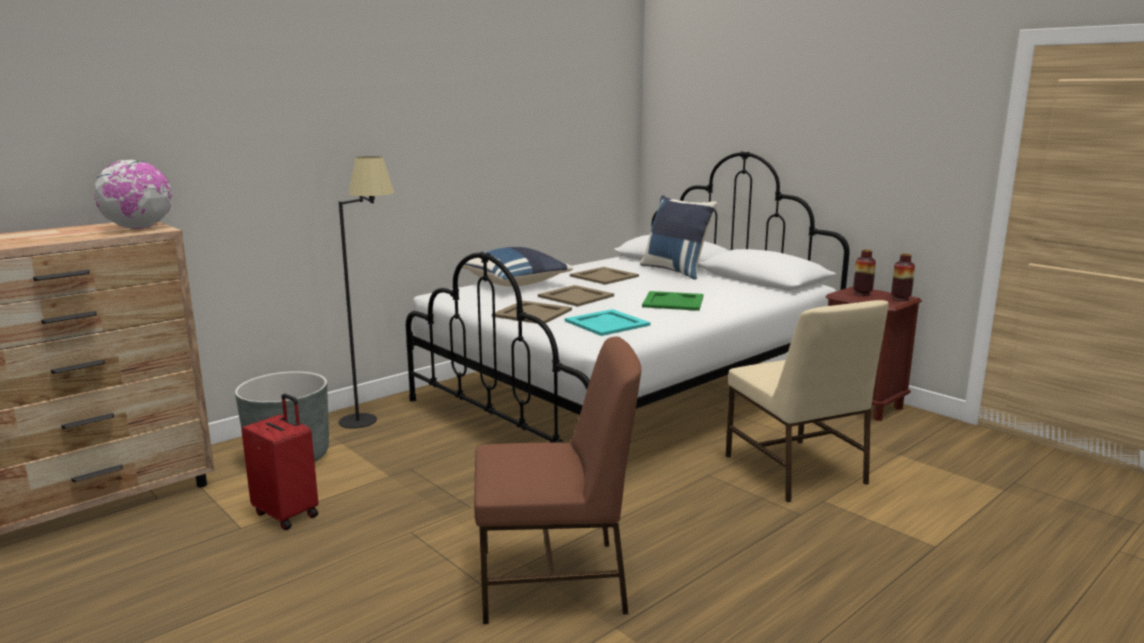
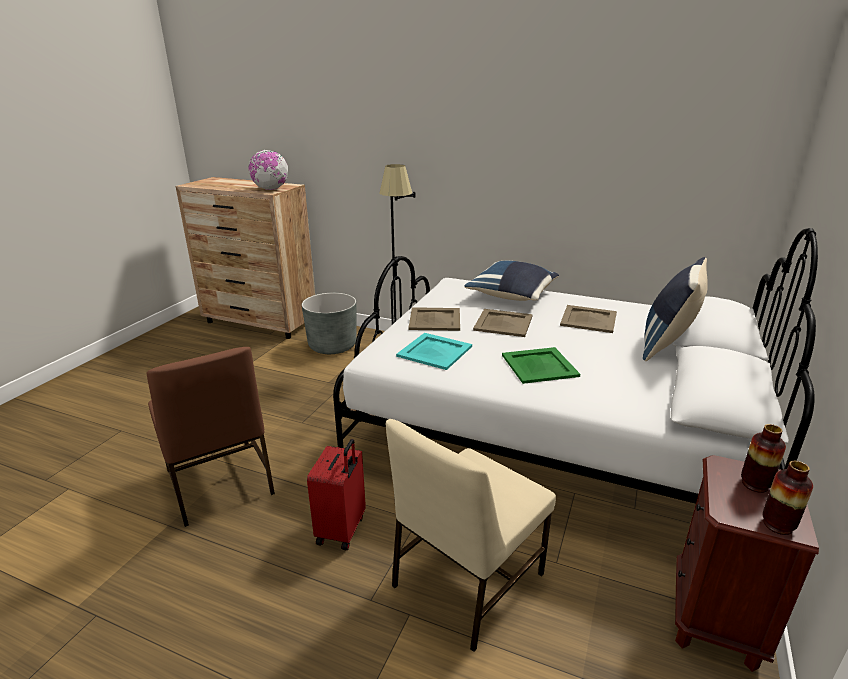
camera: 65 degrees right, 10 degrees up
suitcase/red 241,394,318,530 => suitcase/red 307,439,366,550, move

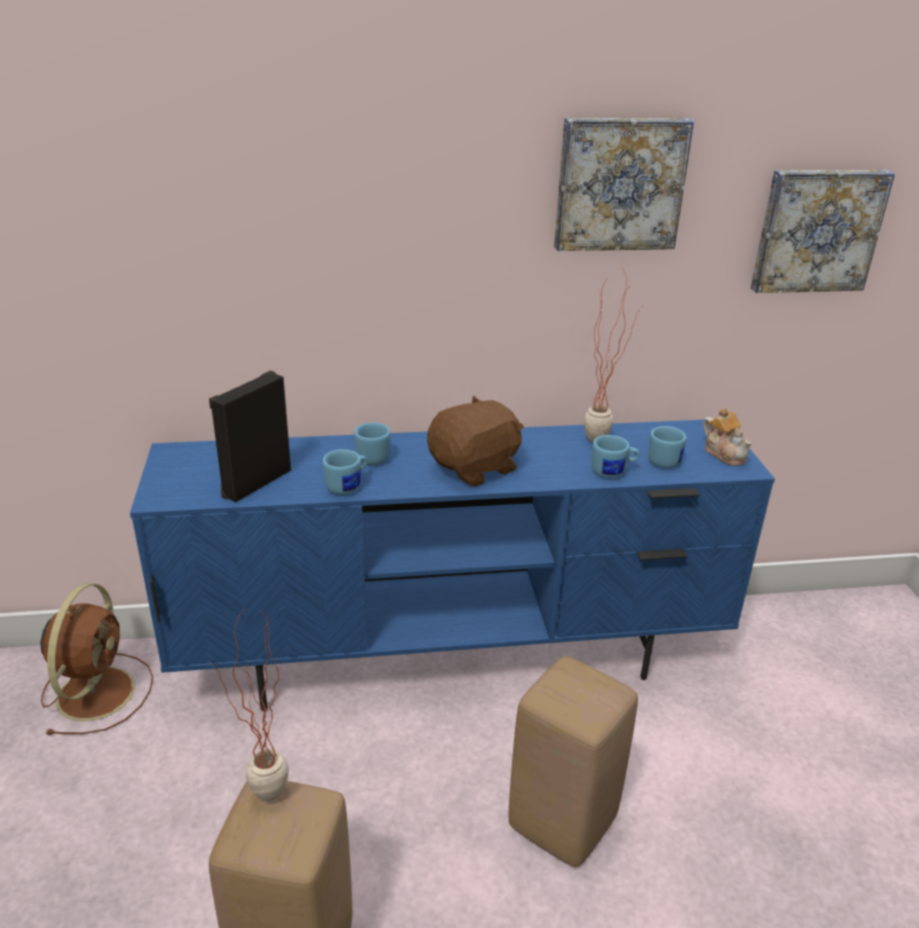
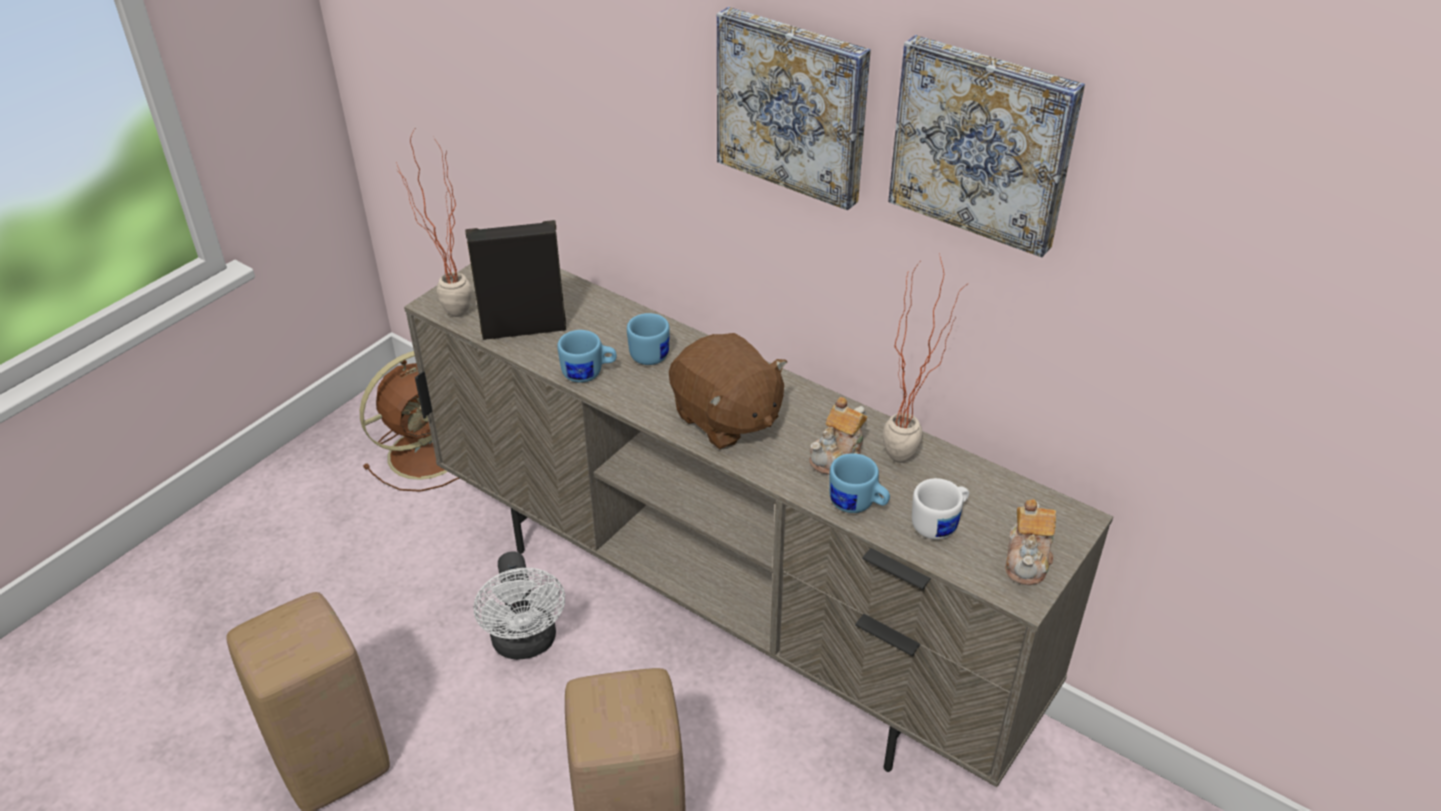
camera: 45 degrees right, 10 degrees up
wall picture 751,170,895,293 => wall picture 717,7,871,210, move
soft toy/brownish 427,396,524,487 => soft toy/brownish 669,333,787,450, 45 degrees clockwise
media console/blue-coloured 130,420,775,712 => media console/beige 404,264,1113,787
coffee mug/blue-coloured 648,426,687,468 => coffee mug/white 912,478,969,540
plant in a pot 209,610,289,802 => plant in a pot 395,129,472,317, move
nothing => pot for tea 809,397,867,475
nothing => cooling fan/white 474,551,565,660

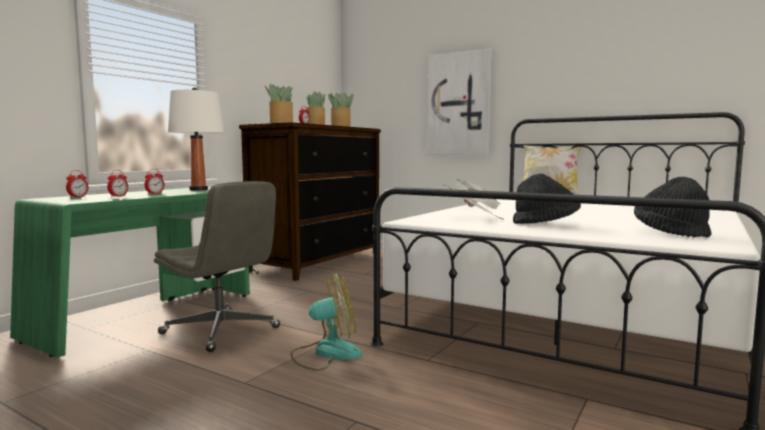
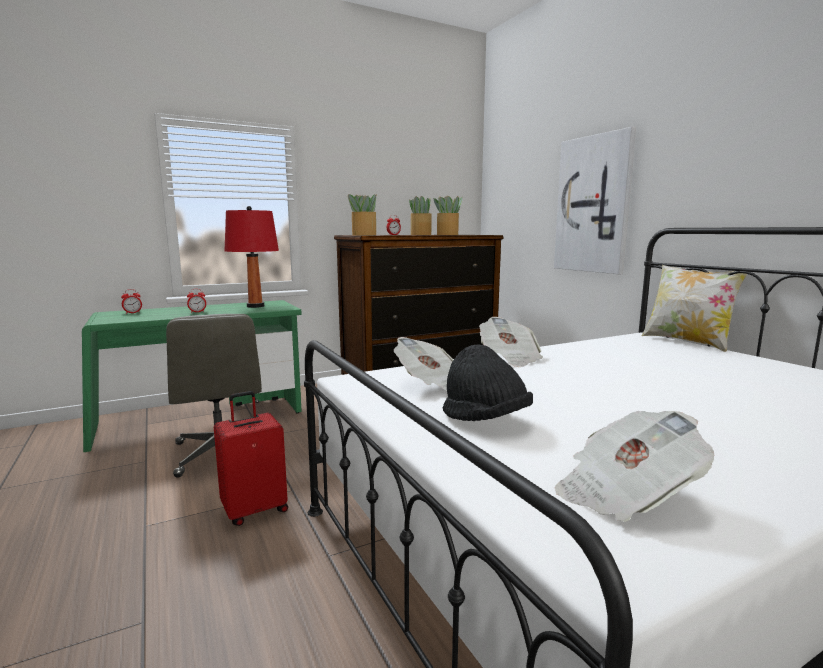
camera: 30 degrees right, 5 degrees up
tabletop lamp/white 168,87,224,191 => tabletop lamp/red 224,206,279,308
table clock 107,170,128,197 => nothing
wearable hat/blackish 634,177,712,238 => newspaper 555,411,714,522
cooling fan 291,272,362,371 => suitcase/red 214,391,288,526

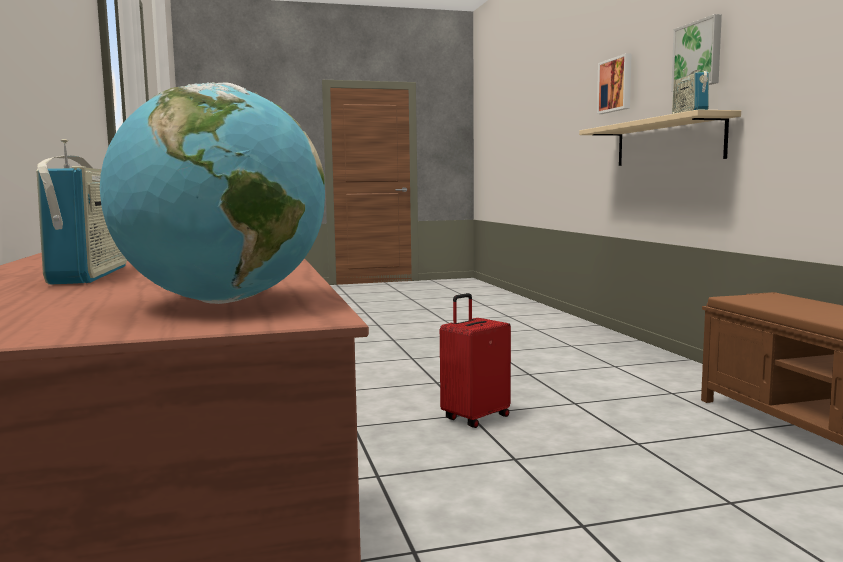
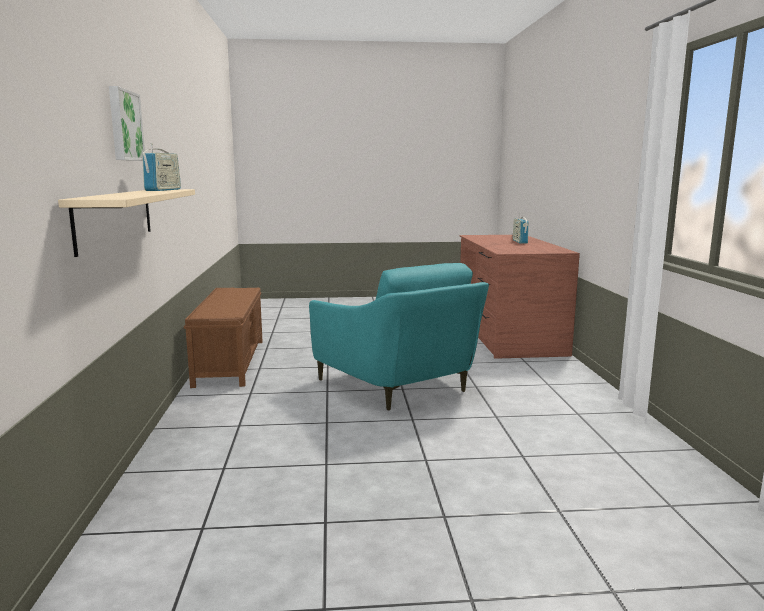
camera: 170 degrees left, 5 degrees up
wall picture 597,53,632,114 => nothing
desk globe 100,82,325,304 => nothing
suitcase/red 440,293,511,428 => armchair/blue-green 309,263,489,411

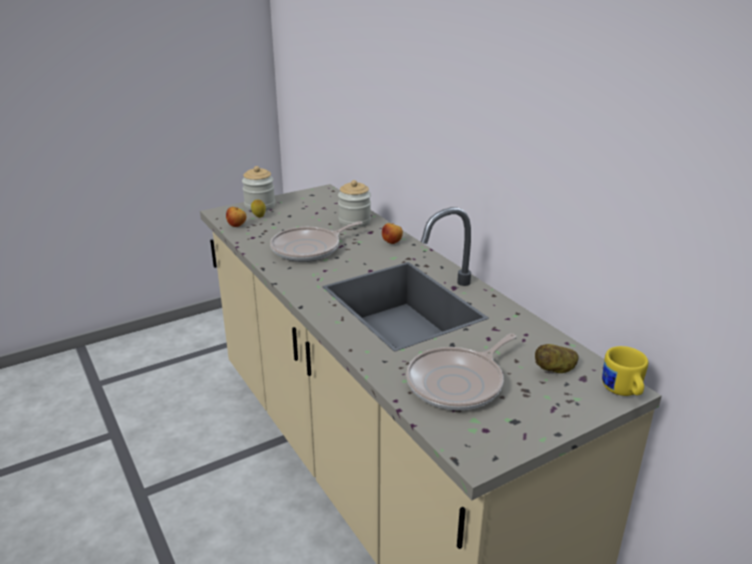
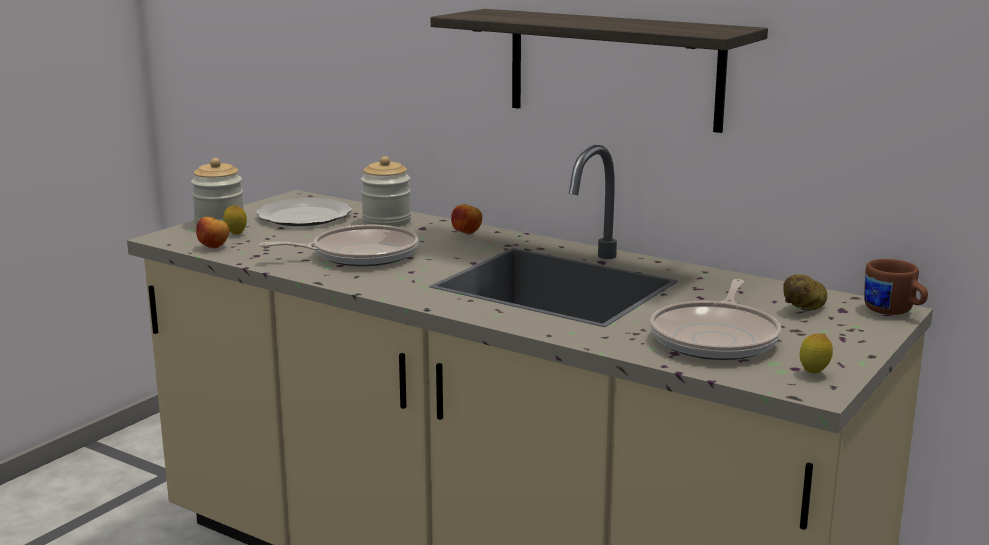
camera: 25 degrees left, 10 degrees down
pan 270,221,362,262 => pan 259,225,419,266, 135 degrees counterclockwise
coffee mug/yellow 602,346,648,396 => coffee mug/brownish 864,259,928,315
nothing => wall shelf 431,9,768,133
nothing => dinner plate 256,198,352,226
nothing => citrus fruit 800,333,833,374

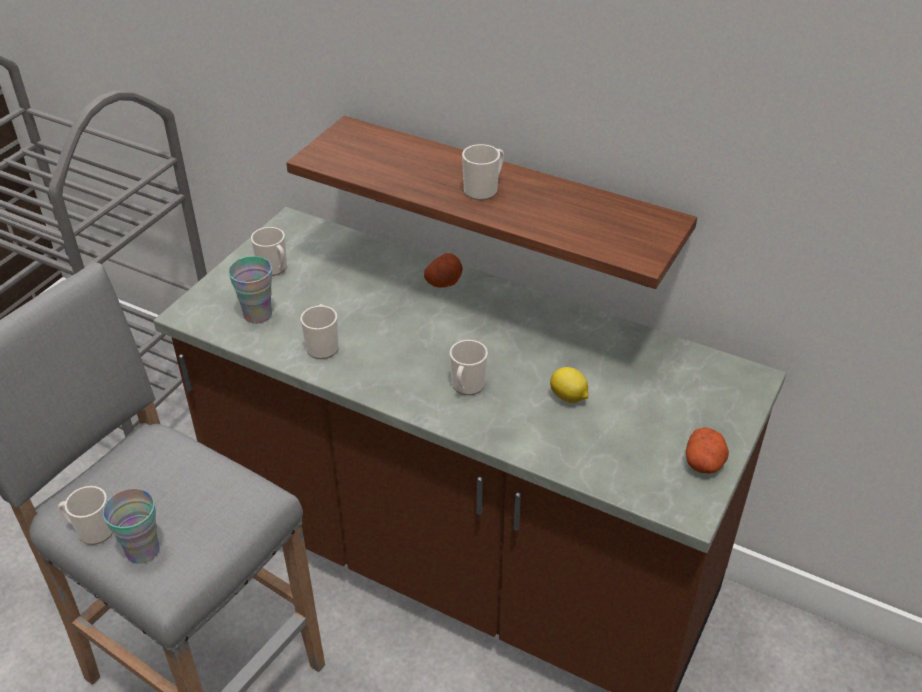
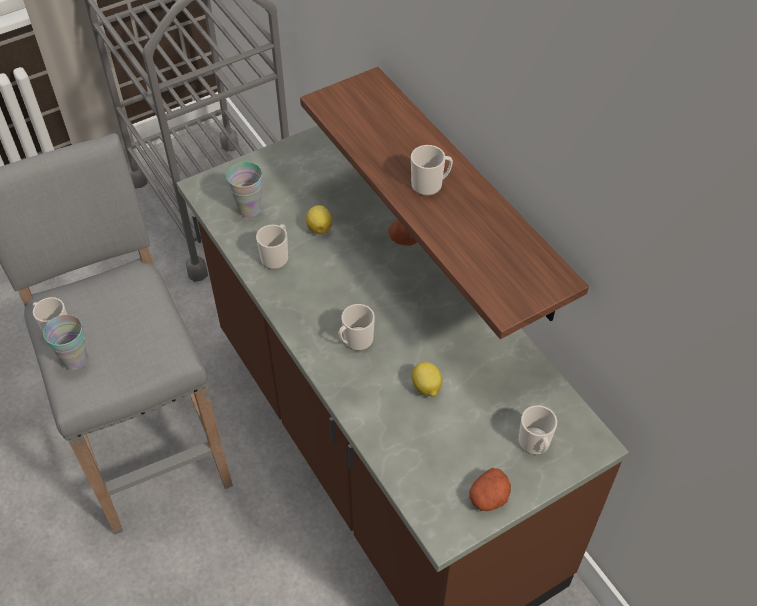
camera: 30 degrees right, 10 degrees up
coffee mug 251,227,287,276 => coffee mug 518,405,557,455, move
nothing => citrus fruit 306,205,332,234

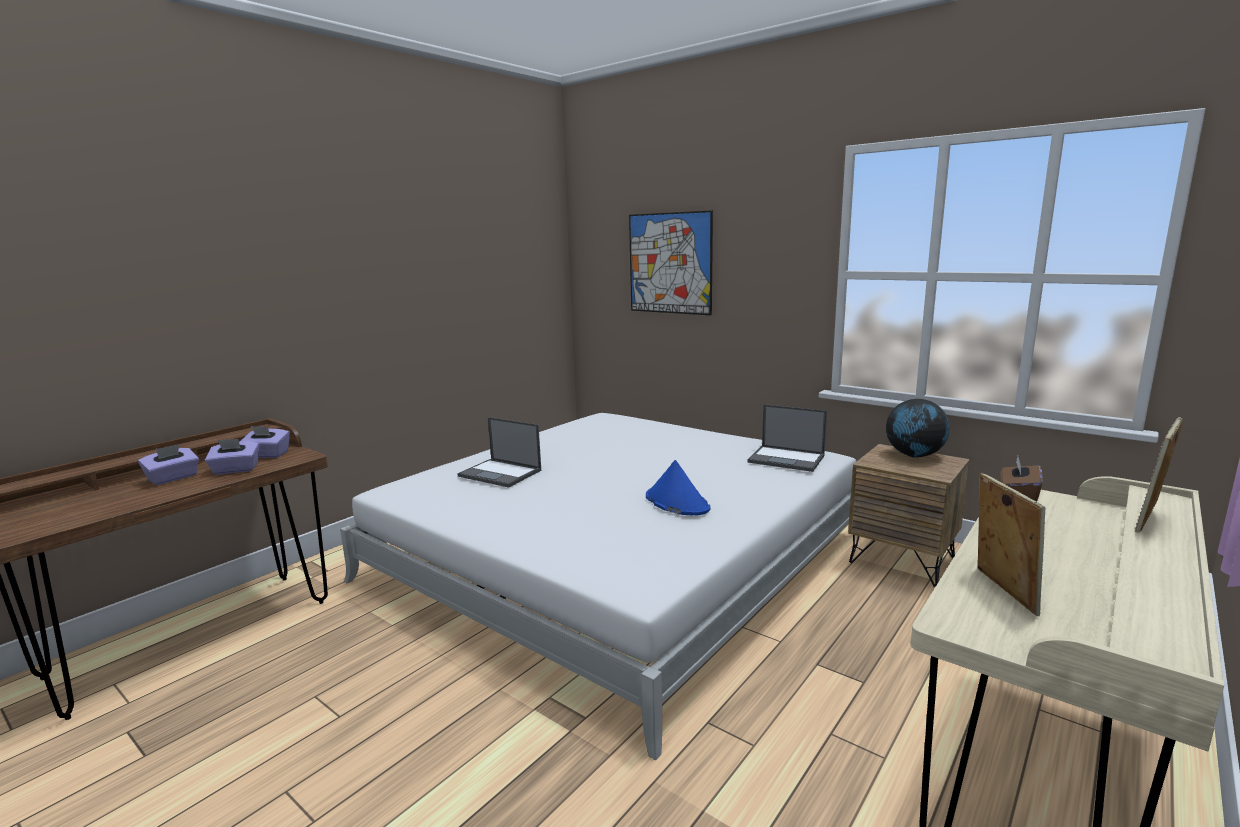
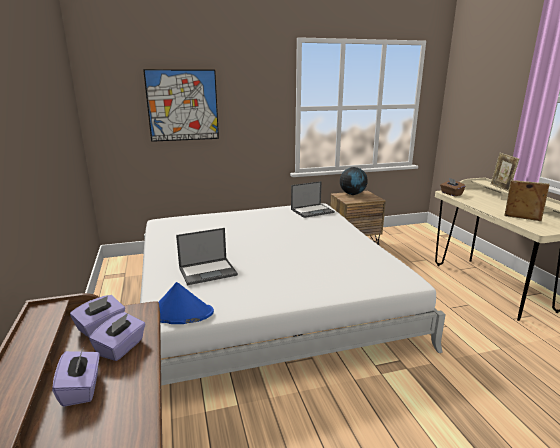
camera: 55 degrees left, 5 degrees up
wearable hat/blue-coloured 646,460,710,516 => wearable hat/blue-coloured 159,282,214,324, move

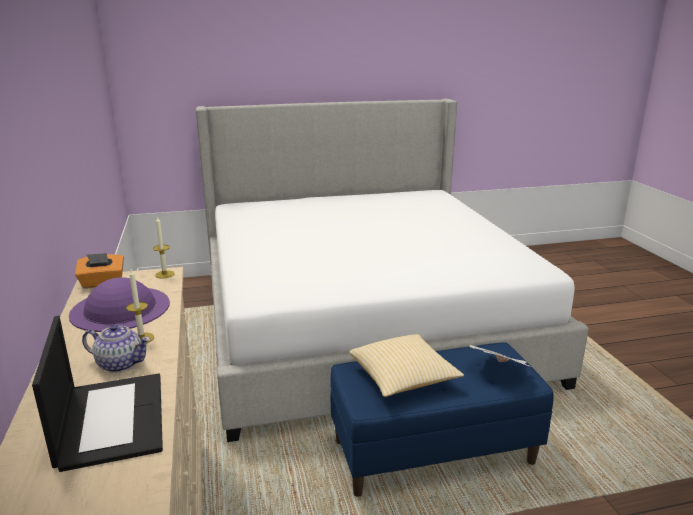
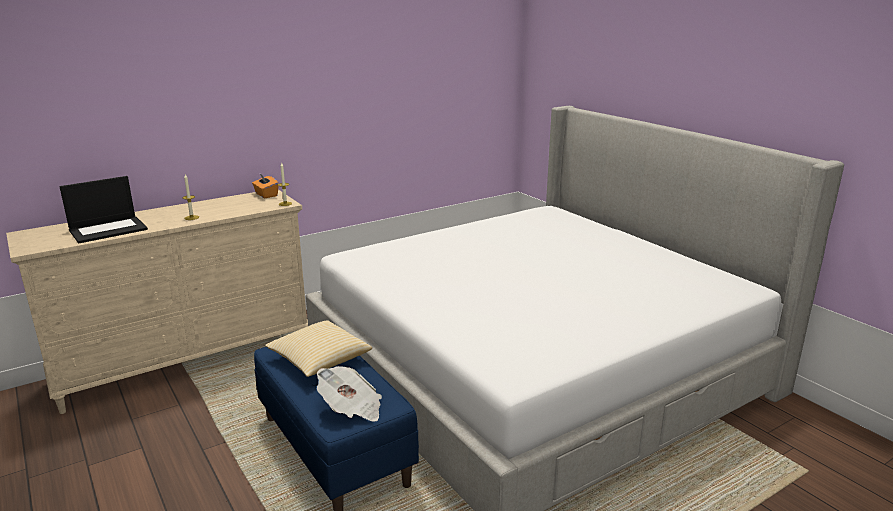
camera: 70 degrees right, 0 degrees up
wearable hat/purplish 69,277,170,332 => nothing
pot for tea 82,324,151,373 => nothing

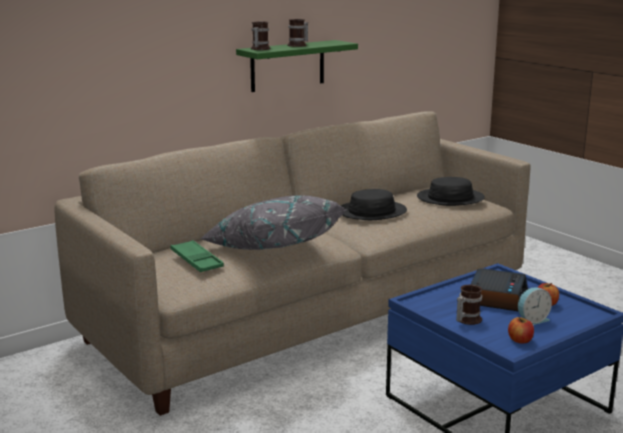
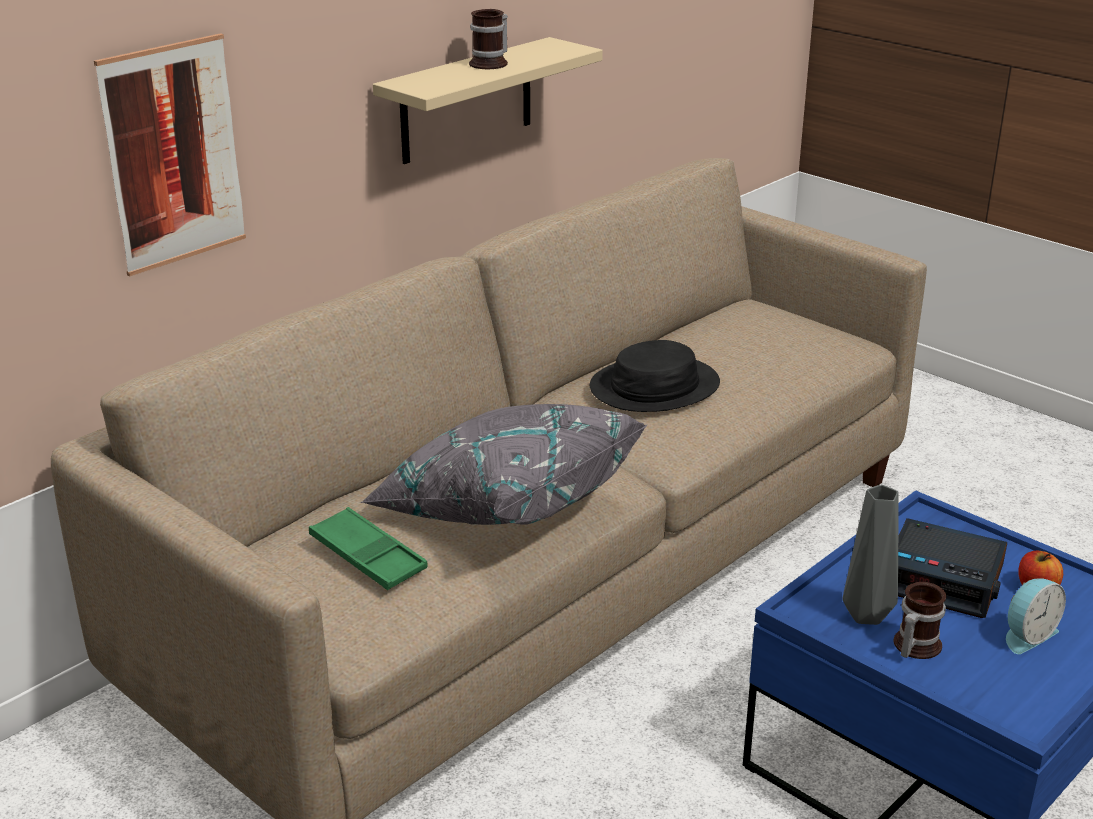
camera: 10 degrees left, 10 degrees up
coffee mug 251,21,271,50 => nothing
wall shelf/greenish 236,40,358,92 => wall shelf/beige 373,37,603,164
wearable hat/blackish 417,177,485,206 => nothing
table clock 471,268,528,312 => table clock 898,518,1007,618, 105 degrees clockwise
whole apple 508,317,534,343 => nothing
nothing => wall picture 94,33,246,276
nothing => vase/greyish 843,485,899,625

